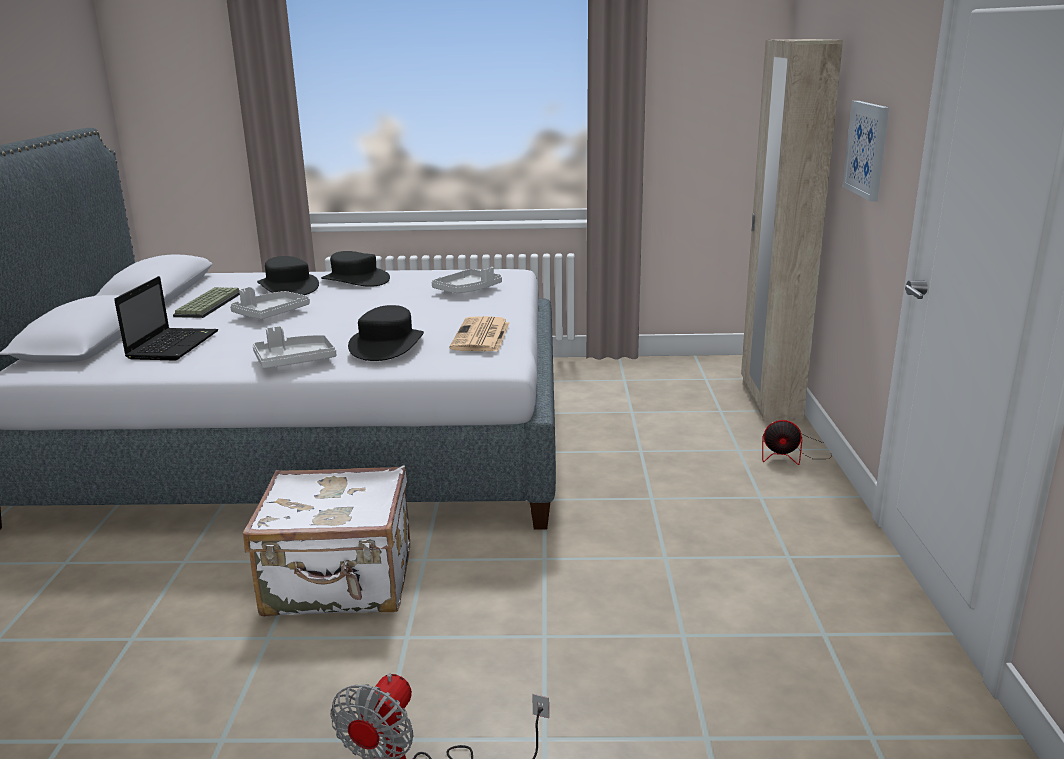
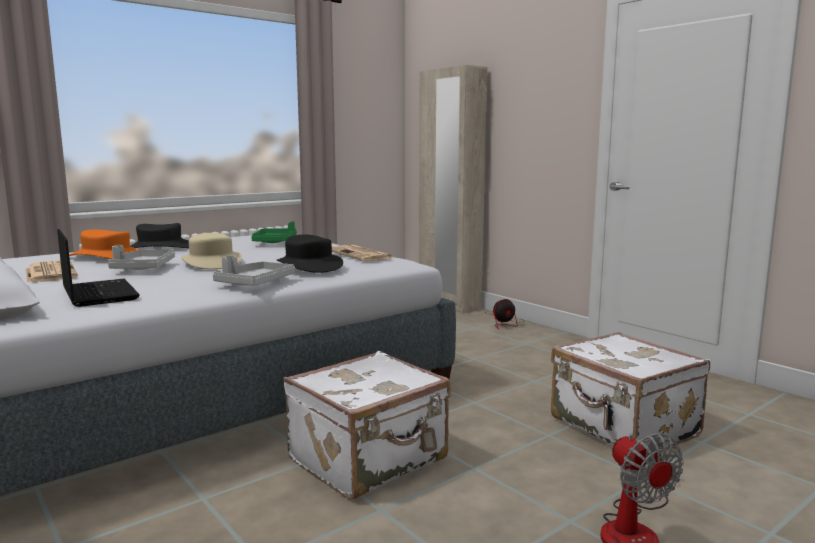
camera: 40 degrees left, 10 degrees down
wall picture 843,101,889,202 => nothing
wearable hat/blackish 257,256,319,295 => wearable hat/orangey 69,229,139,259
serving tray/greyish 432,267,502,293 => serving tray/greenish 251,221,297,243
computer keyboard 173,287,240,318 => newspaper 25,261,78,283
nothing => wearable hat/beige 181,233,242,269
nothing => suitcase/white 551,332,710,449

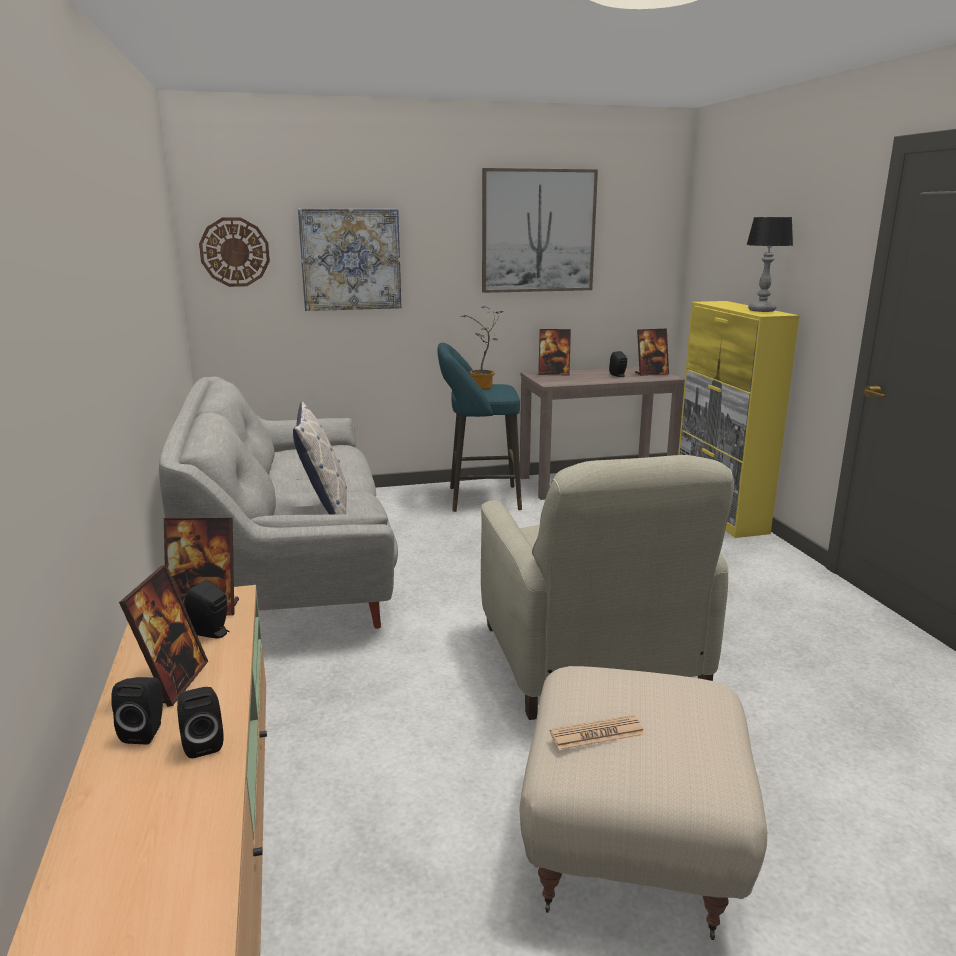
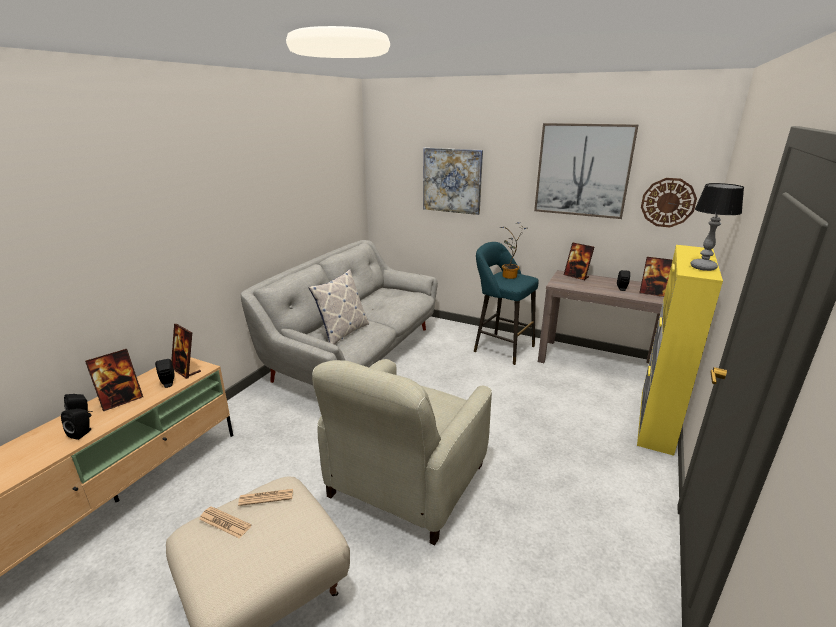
camera: 40 degrees right, 5 degrees up
wall clock 199,218,270,287 => wall clock 641,178,697,227, move
nothing => newspaper 238,489,293,506

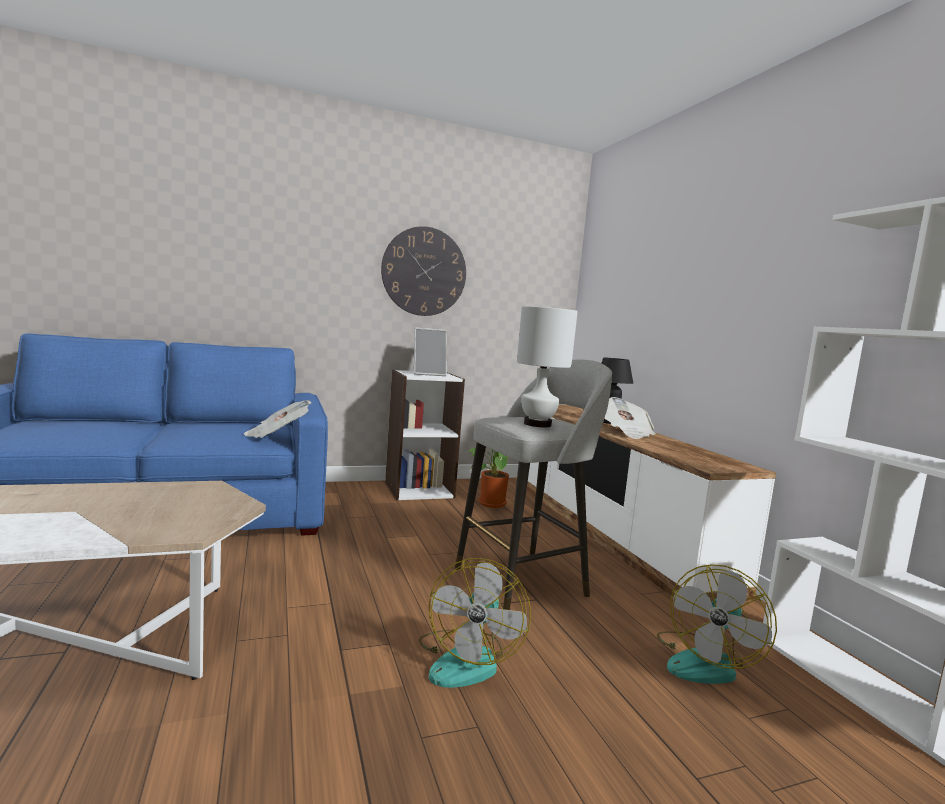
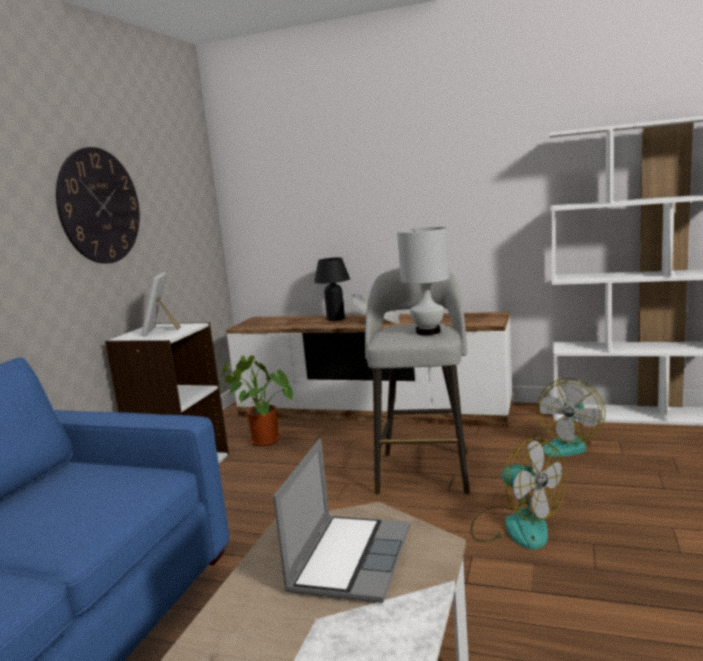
camera: 50 degrees left, 5 degrees up
picture frame 414,328,447,376 => picture frame 141,273,181,336, 150 degrees clockwise
newspaper 244,400,312,438 => nothing
cooling fan 657,564,777,684 => cooling fan 532,378,605,457, 45 degrees clockwise
nothing => laptop 273,439,410,603

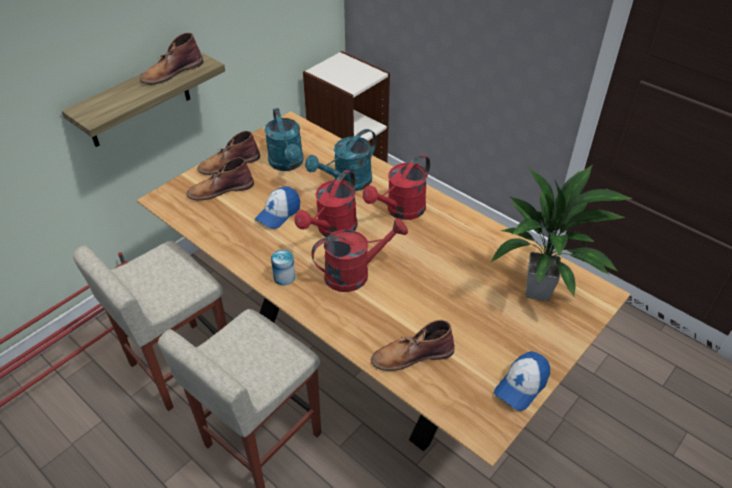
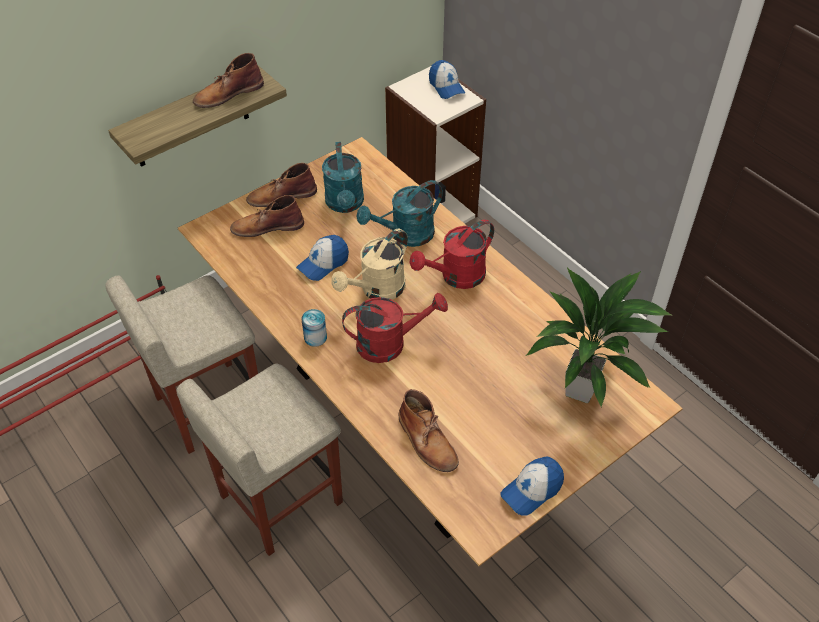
camera: 10 degrees right, 5 degrees up
watering can/red 294,170,358,237 => watering can/beige 331,229,408,300
tall boot/brownish 371,320,455,371 => tall boot/brownish 399,389,459,472, 120 degrees counterclockwise
nothing => baseball cap 429,60,465,99

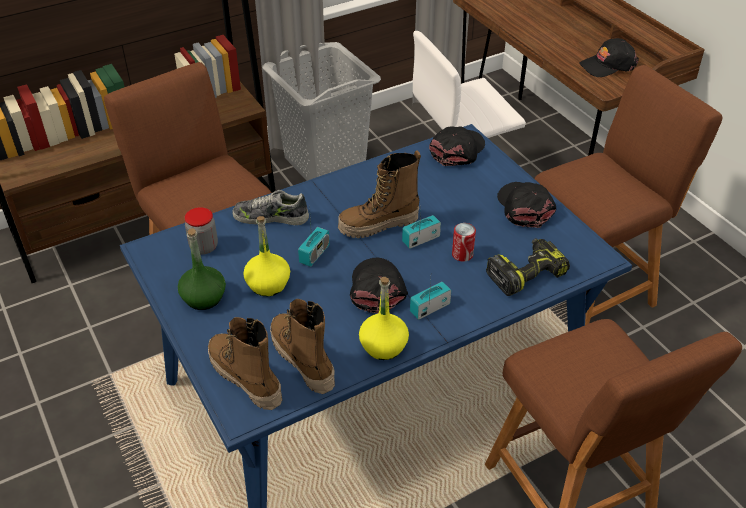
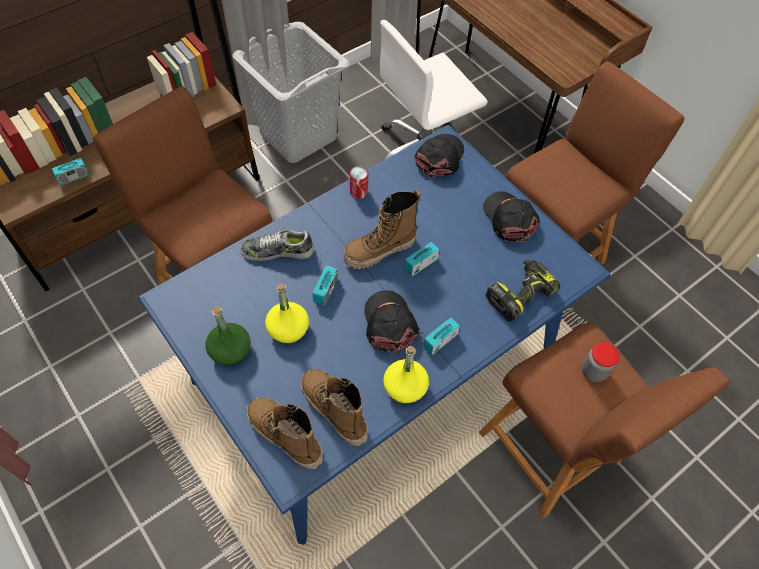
camera: 10 degrees left, 15 degrees up
baseball cap/blackish 580,38,639,77 => nothing
preserve jar 185,207,218,255 => preserve jar 582,342,619,382, move
metal can 452,223,476,261 => metal can 350,167,368,199, move
nothing => radio 52,141,89,185

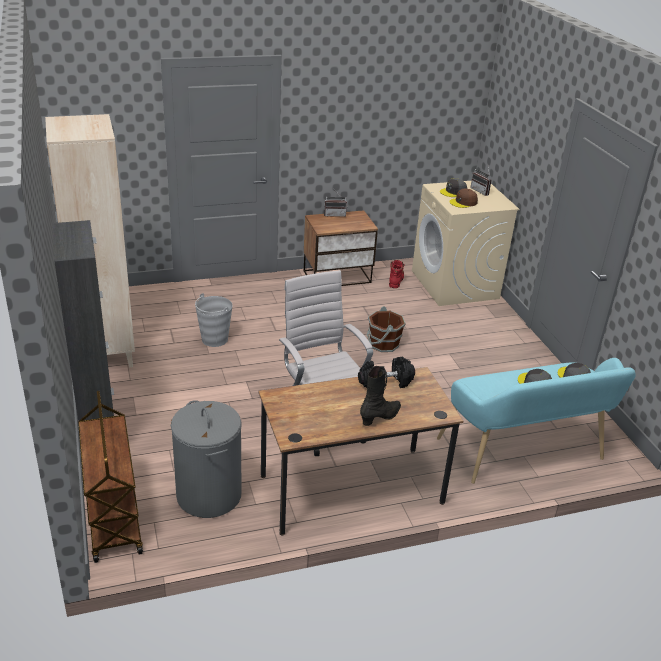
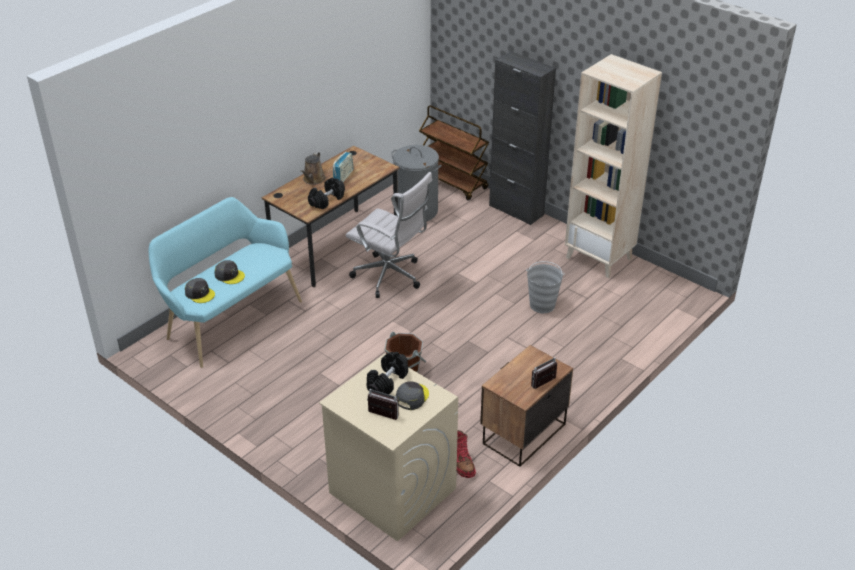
camera: 150 degrees right, 5 degrees up
baseball cap/brownish 449,188,478,208 => hand weight/blackish 367,352,408,395
tall boot/blackish 360,366,401,426 => watering can/brownish 300,152,325,185
nothing => radio 333,152,353,182

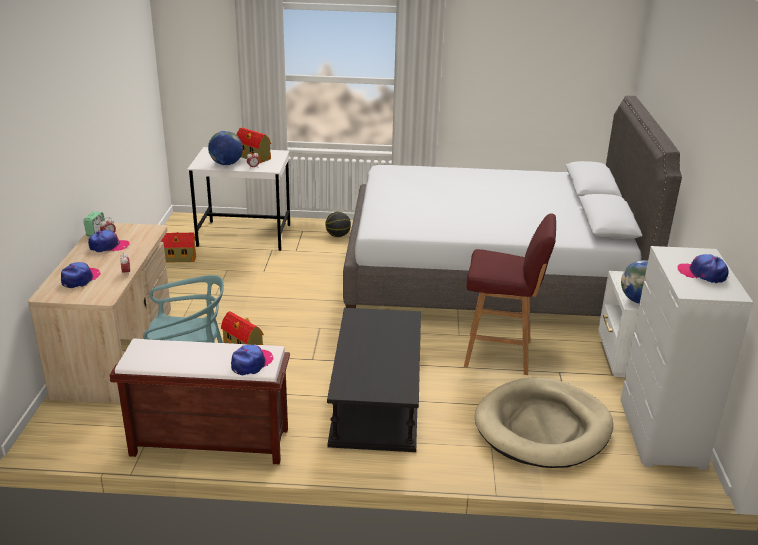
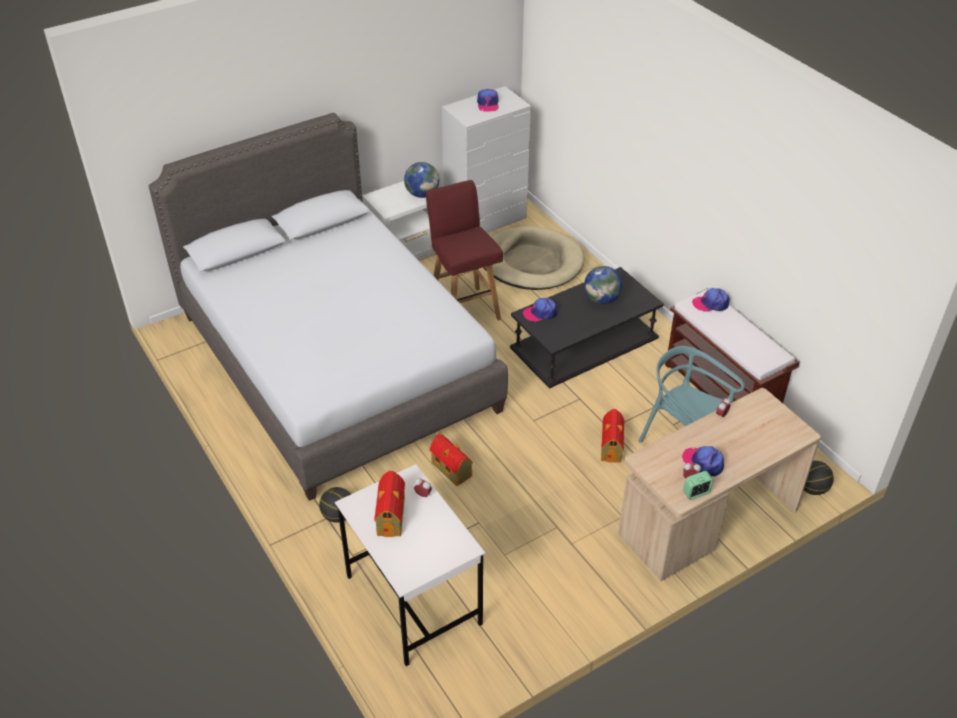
camera: 125 degrees left, 15 degrees up
desk globe 208,131,243,165 => desk globe 584,266,623,304, move
model house 161,232,196,263 => model house 430,434,473,486, move
baseball cap 61,262,101,288 => baseball cap 523,298,558,322, move
nothing => basketball 804,461,834,495

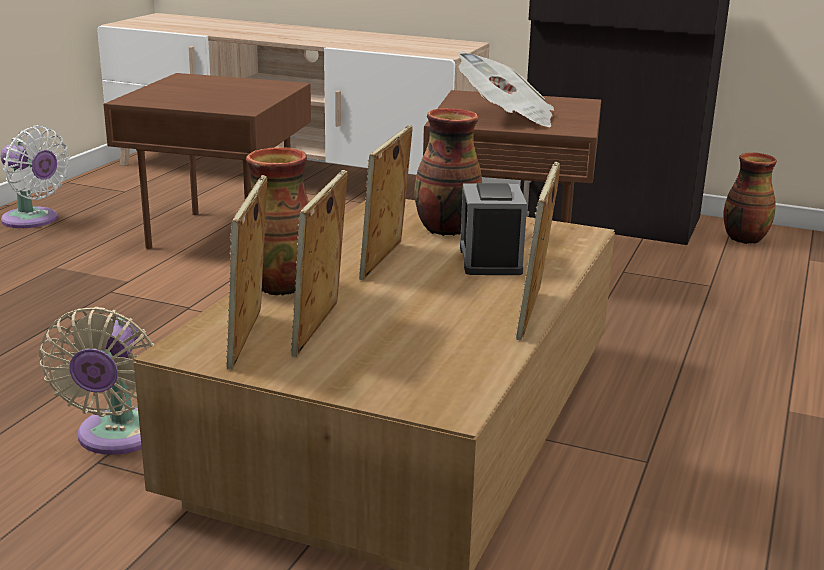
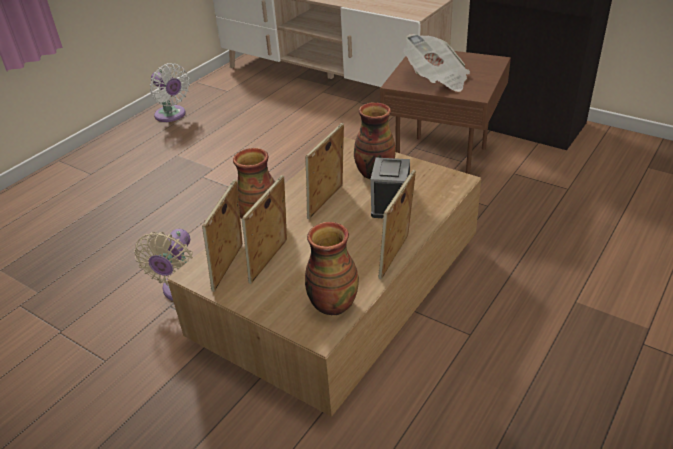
camera: 15 degrees right, 15 degrees up
side table/brownish 104,73,311,249 => nothing
vase 723,152,777,244 => vase 305,222,359,316, move

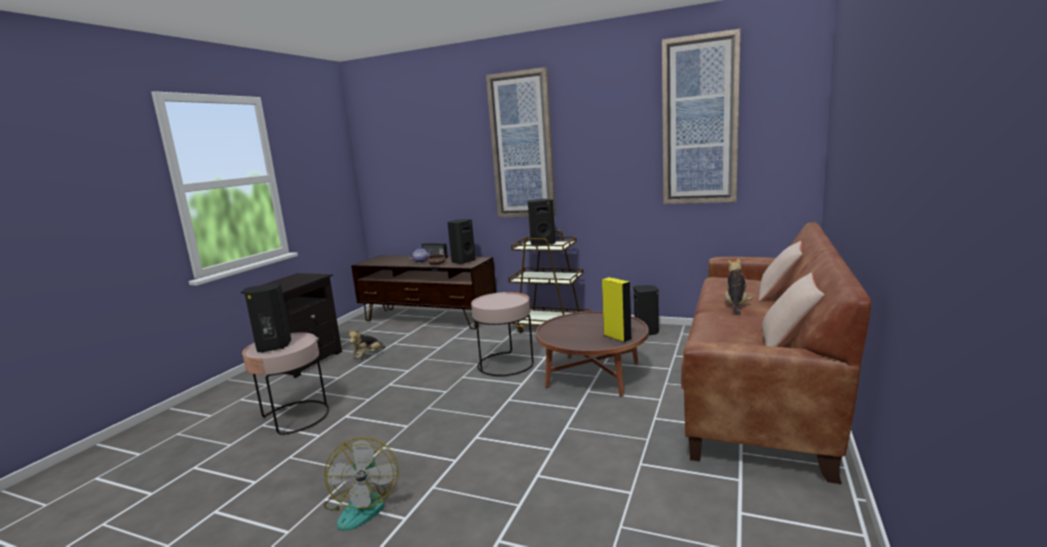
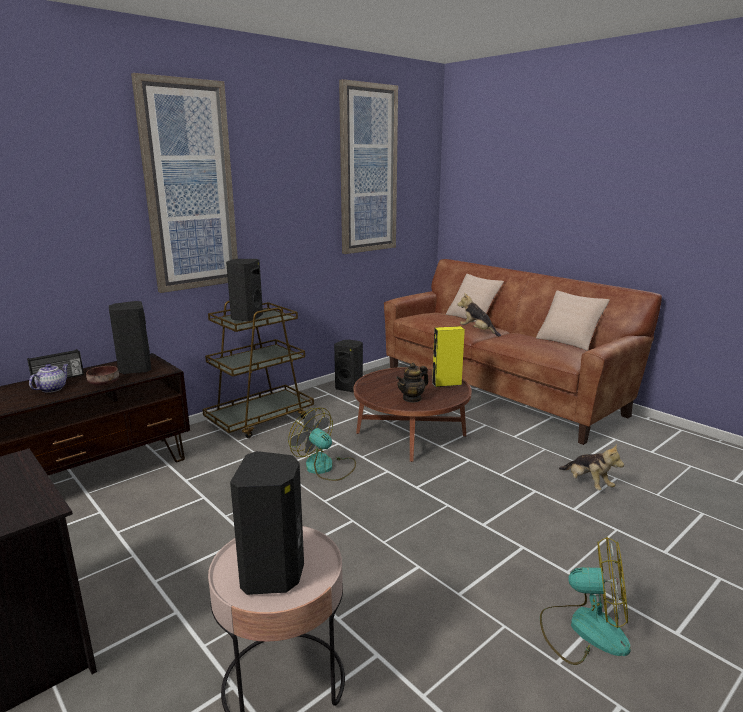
camera: 65 degrees left, 5 degrees up
side table/pink 471,292,534,376 => cooling fan 288,408,356,481
soft toy 347,329,385,359 => soft toy 559,444,624,490, move
nothing => pot for tea 396,363,429,403

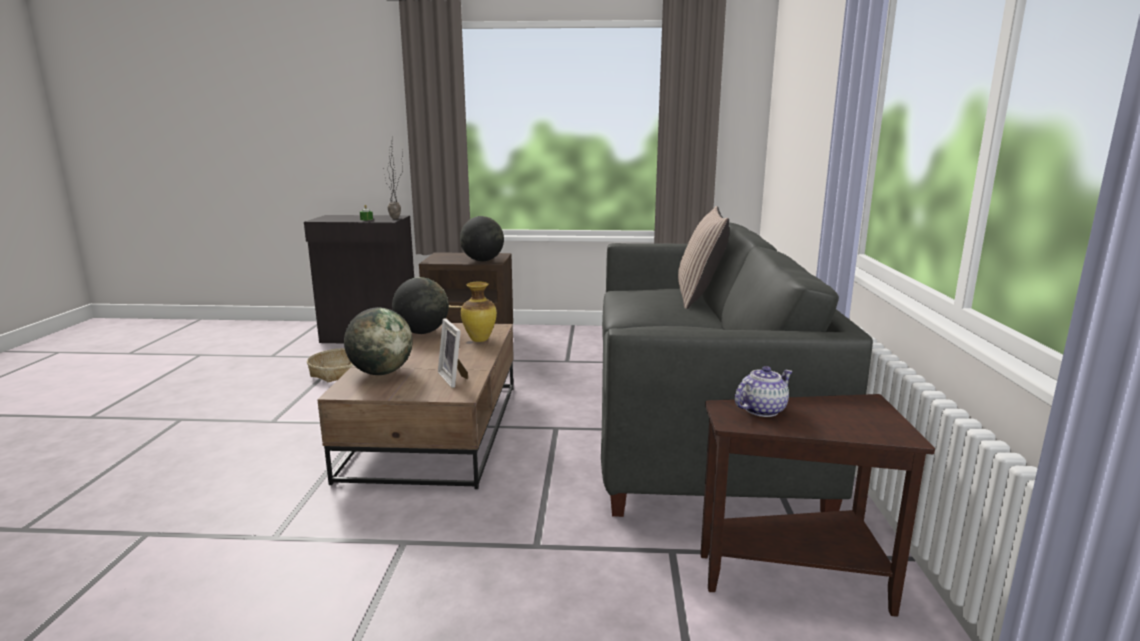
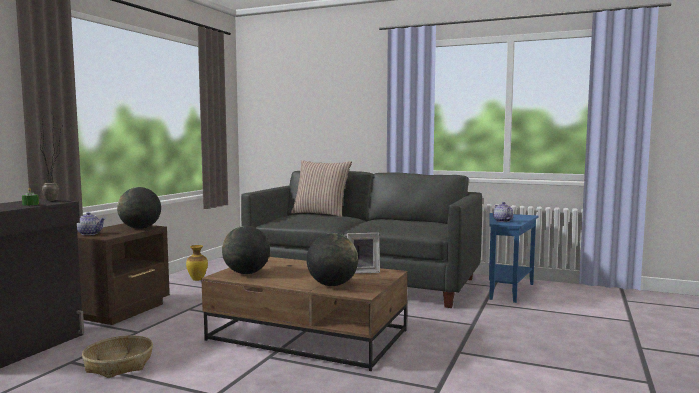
camera: 70 degrees left, 10 degrees down
vase 461,282,497,342 => vase 186,245,208,281, move
side table/brownish 700,394,935,616 => side table/blue-coloured 489,213,539,303
nothing => pot for tea 77,212,106,235

